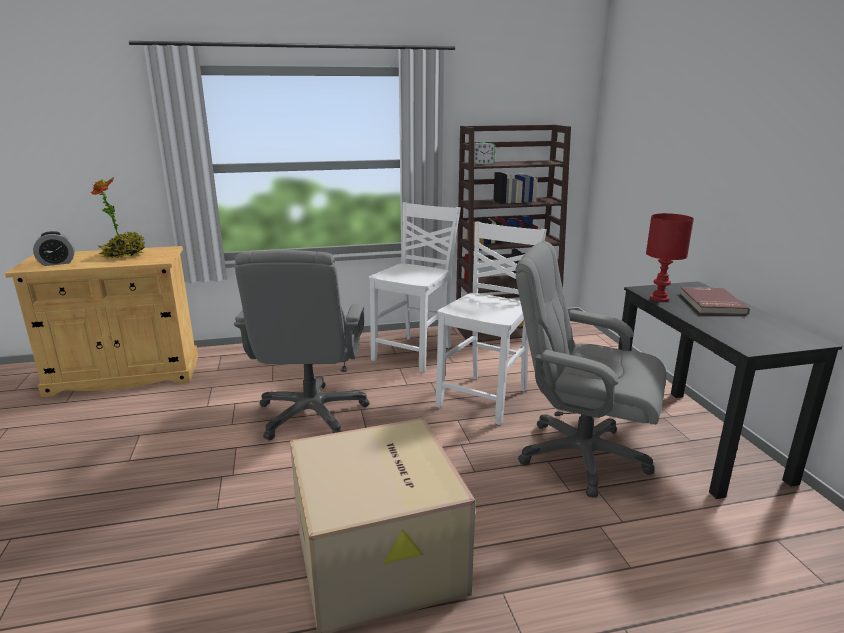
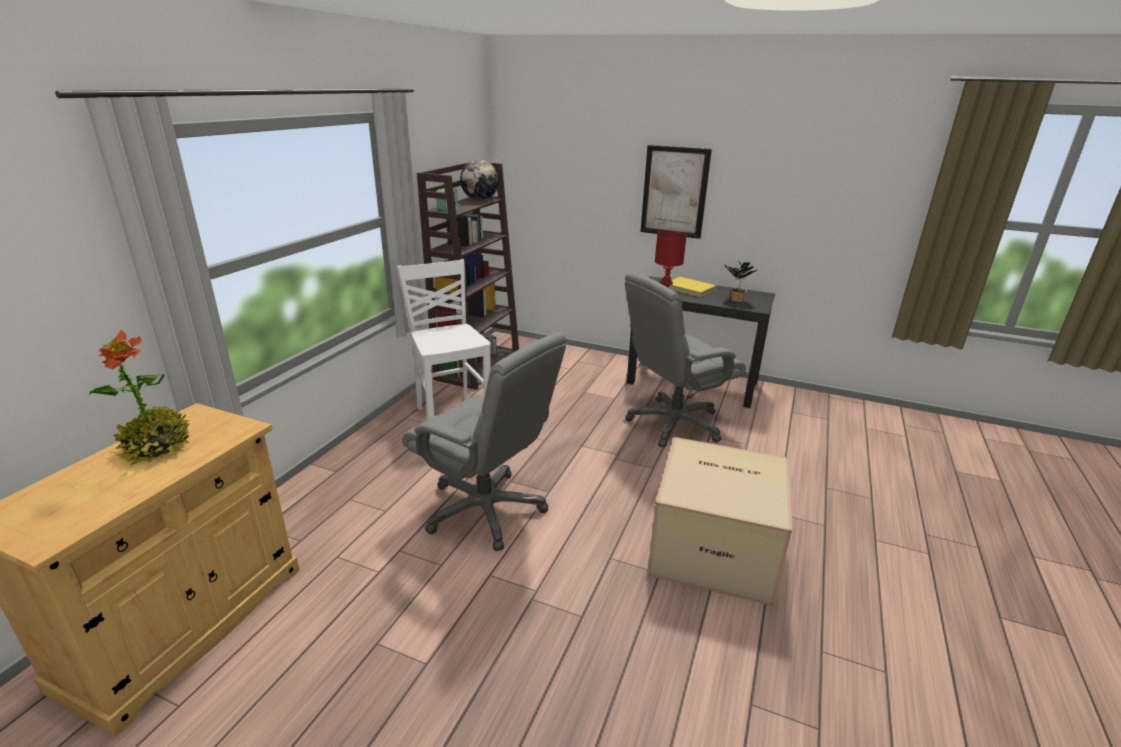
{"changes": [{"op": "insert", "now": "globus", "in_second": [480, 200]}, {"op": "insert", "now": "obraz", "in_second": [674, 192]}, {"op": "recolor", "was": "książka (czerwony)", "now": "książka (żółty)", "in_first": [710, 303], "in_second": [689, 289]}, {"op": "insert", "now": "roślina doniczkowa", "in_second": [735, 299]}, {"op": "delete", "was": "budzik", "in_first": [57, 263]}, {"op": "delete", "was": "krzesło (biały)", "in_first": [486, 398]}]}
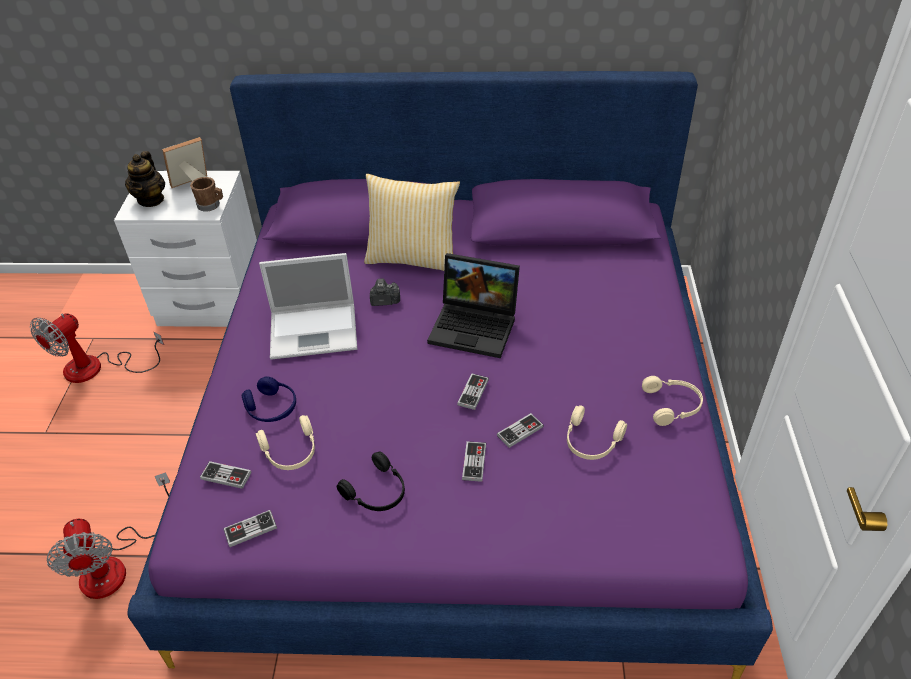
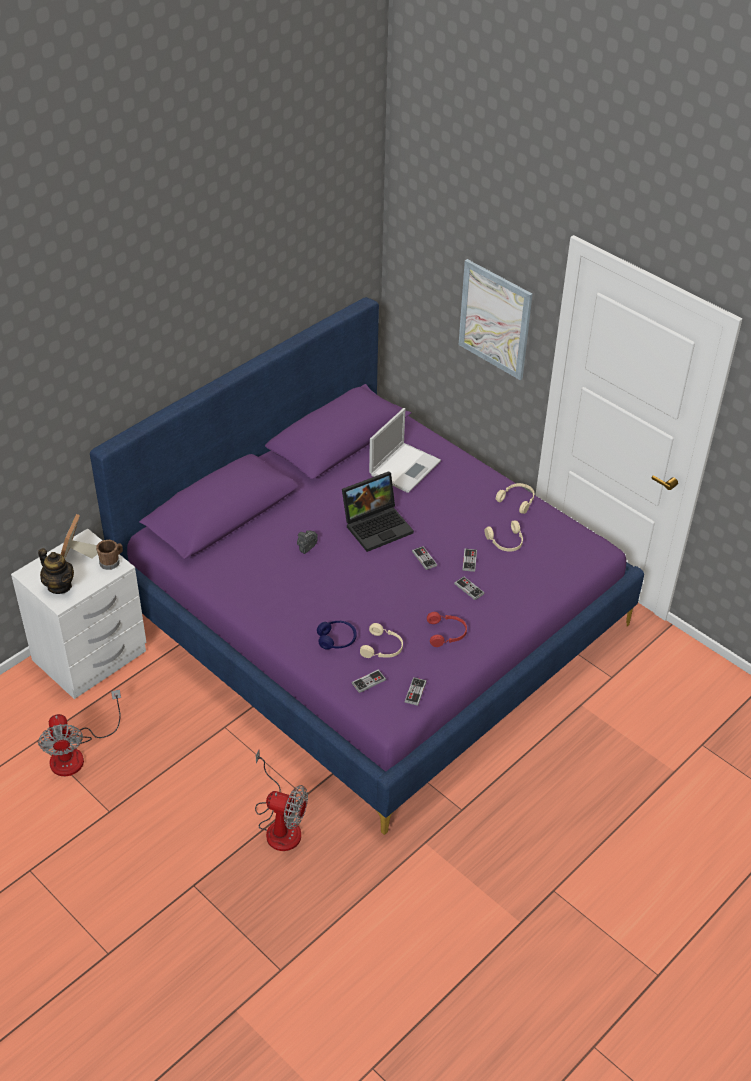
{"changes": [{"op": "move", "was": "laptop", "in_first": [315, 330], "in_second": [405, 467]}, {"op": "recolor", "was": "słuchawki (czarny)", "now": "słuchawki (czerwony)", "in_first": [377, 492], "in_second": [447, 633]}, {"op": "insert", "now": "obraz", "in_second": [495, 319]}, {"op": "delete", "was": "poduszka", "in_first": [413, 258]}]}
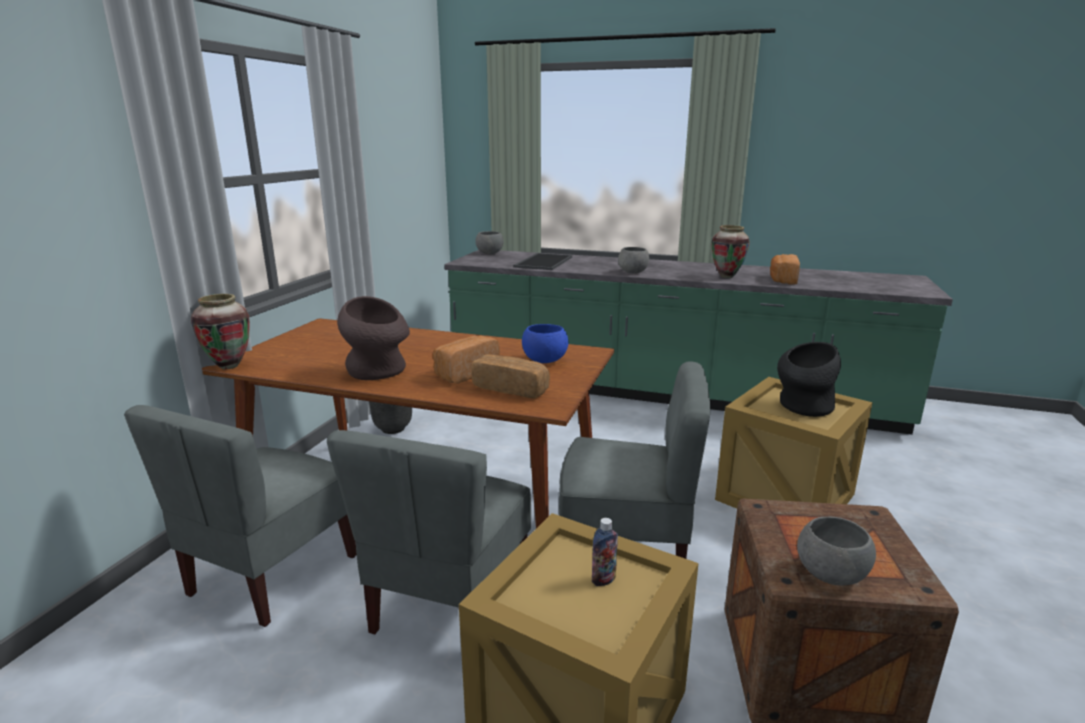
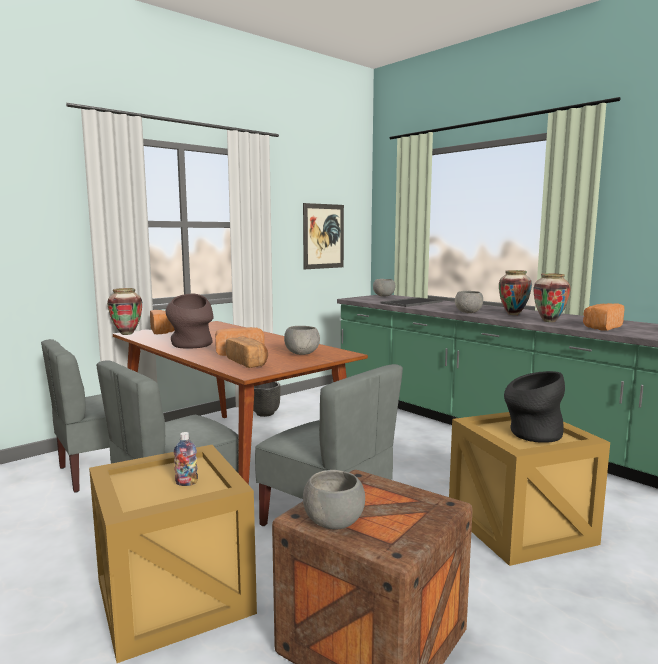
{"changes": [{"op": "insert", "now": "chleb", "in_second": [163, 331]}, {"op": "recolor", "was": "miska (niebieski)", "now": "miska (szary)", "in_first": [544, 360], "in_second": [302, 353]}, {"op": "insert", "now": "obraz", "in_second": [323, 236]}, {"op": "insert", "now": "wazon", "in_second": [513, 314]}]}
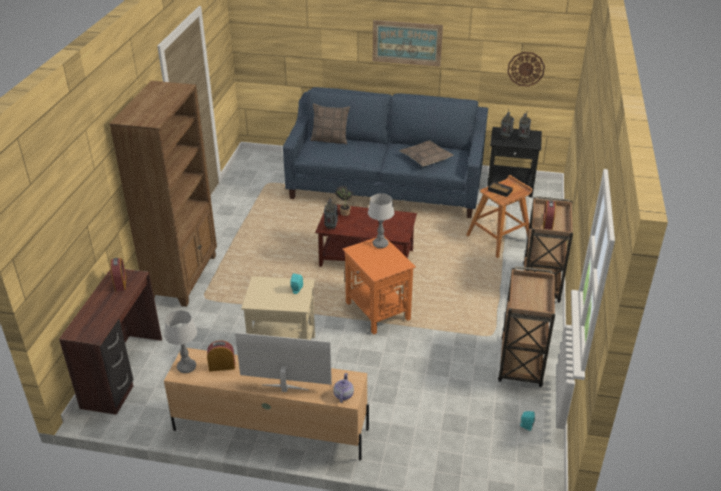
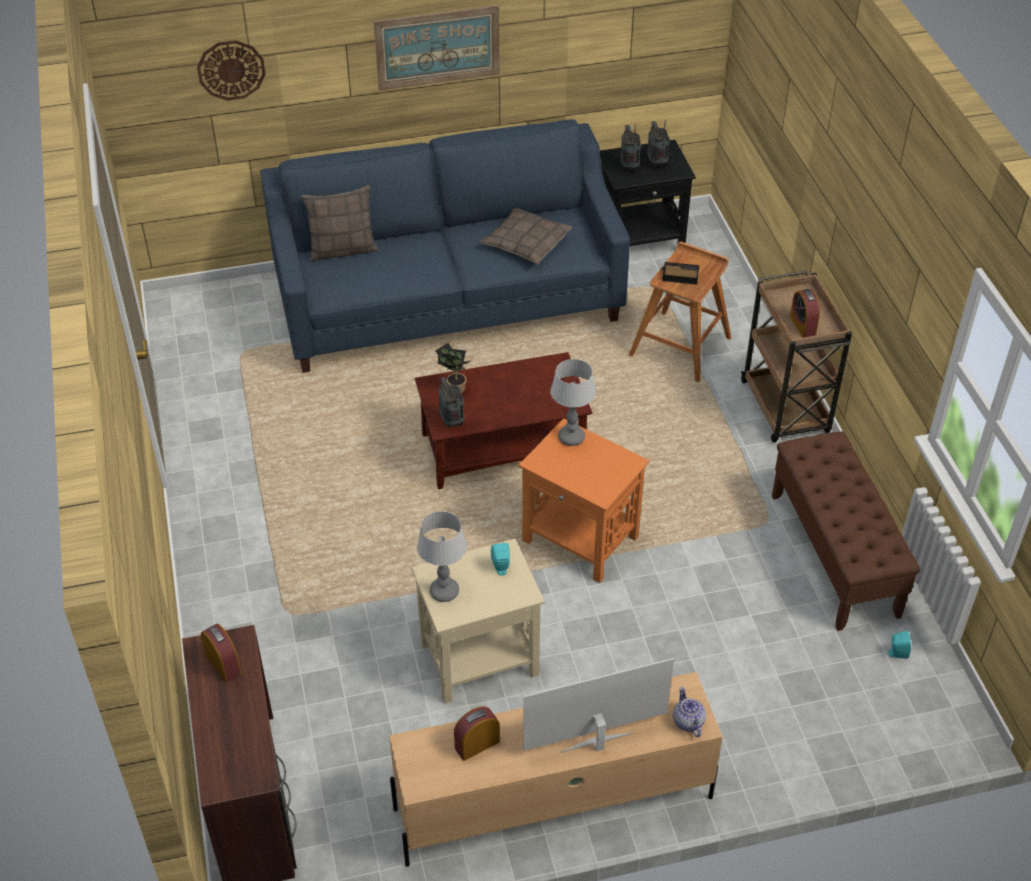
{"changes": [{"op": "move", "was": "zegar ścienny", "in_first": [526, 68], "in_second": [231, 70]}, {"op": "move", "was": "lampa stołowa", "in_first": [186, 367], "in_second": [444, 592]}, {"op": "replace", "was": "wózek (brązowy)", "now": "ławka (brązowy)", "in_first": [521, 364], "in_second": [834, 555]}, {"op": "delete", "was": "regał (brązowy)", "in_first": [183, 277]}]}
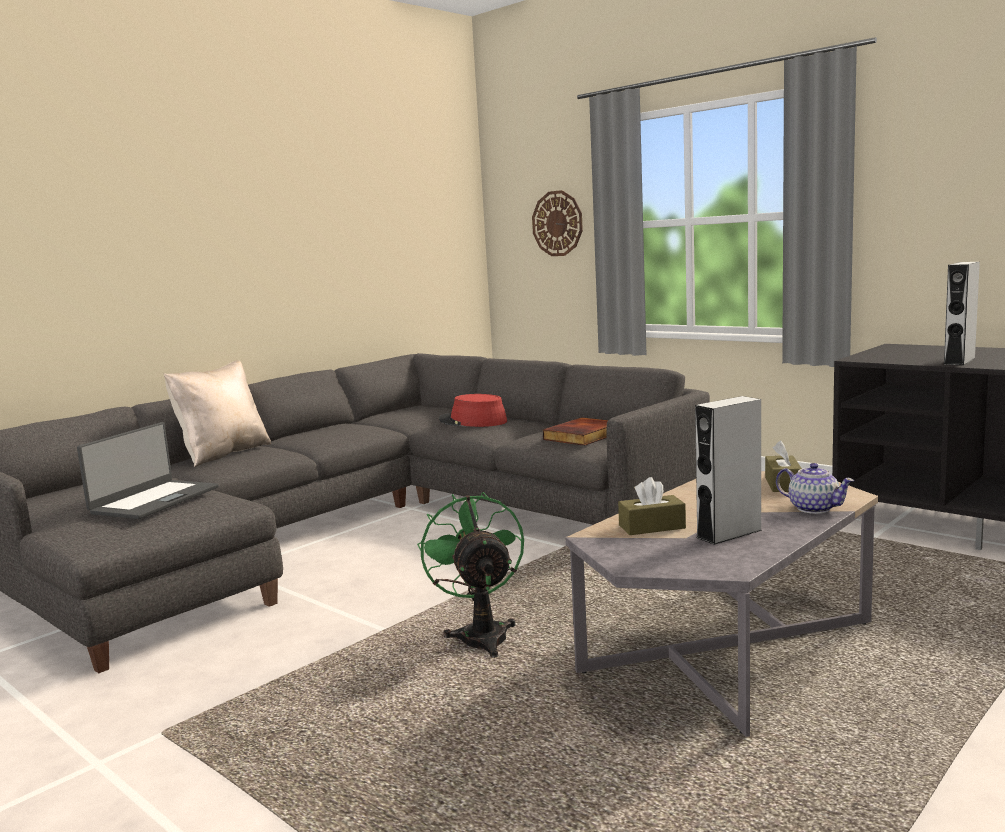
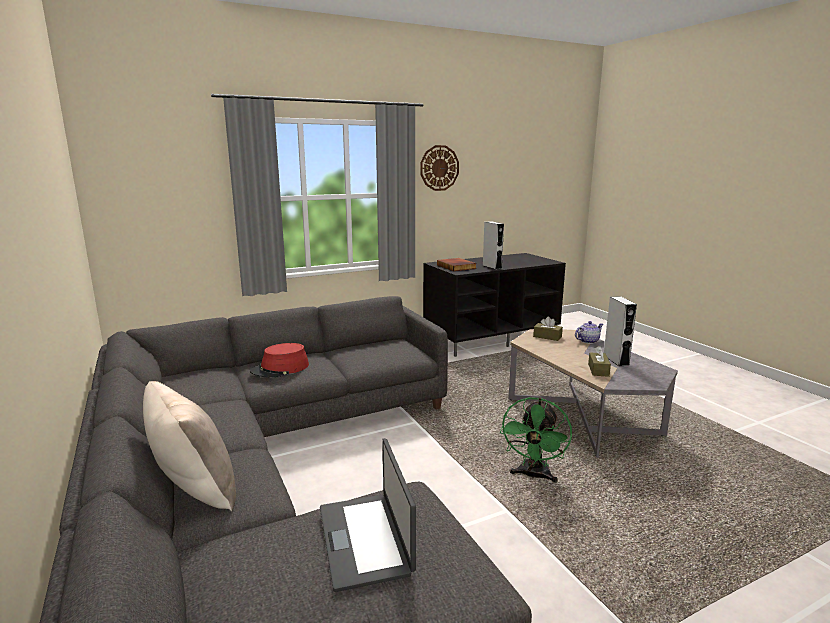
{"changes": [{"op": "rotate", "was": "laptop", "in_first": [154, 500], "in_second": [366, 539], "clockwise": -150}, {"op": "move", "was": "zegar ścienny", "in_first": [557, 223], "in_second": [439, 168]}, {"op": "move", "was": "książka", "in_first": [583, 436], "in_second": [457, 267]}, {"op": "rotate", "was": "wentylator (zielony)", "in_first": [481, 634], "in_second": [533, 476], "clockwise": -75}]}
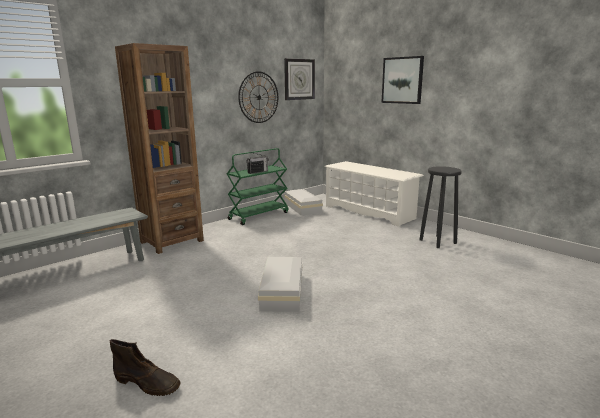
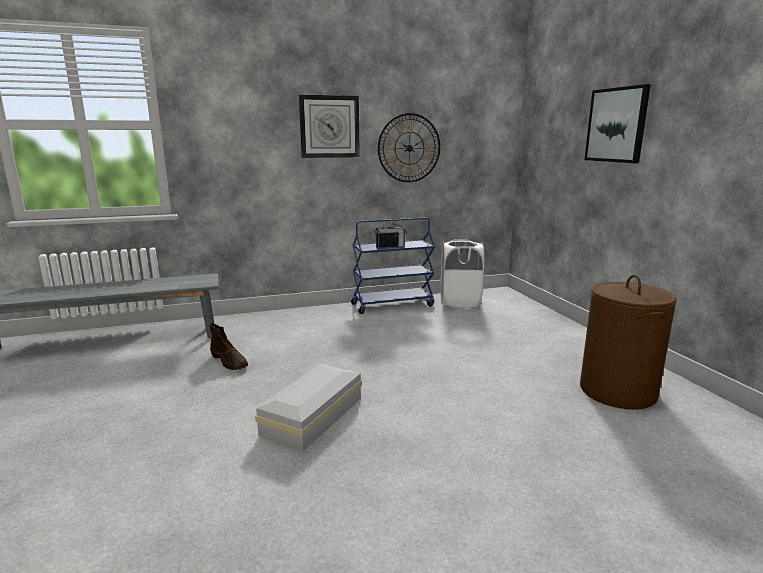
{"changes": [{"op": "move", "was": "but z cholewką (brązowy)", "in_first": [147, 383], "in_second": [229, 361]}, {"op": "move", "was": "zegar ścienny", "in_first": [299, 79], "in_second": [329, 127]}, {"op": "recolor", "was": "wózek (zielony)", "now": "wózek (niebieski)", "in_first": [259, 215], "in_second": [392, 304]}, {"op": "replace", "was": "pojemnik do przechowywania (biały)", "now": "kosz na pranie (biały)", "in_first": [303, 207], "in_second": [460, 302]}, {"op": "replace", "was": "stołek (czarny)", "now": "kosz na pranie (brązowy)", "in_first": [437, 241], "in_second": [617, 391]}, {"op": "delete", "was": "regał (brązowy)", "in_first": [172, 241]}, {"op": "delete", "was": "regał na buty (biały)", "in_first": [369, 212]}]}
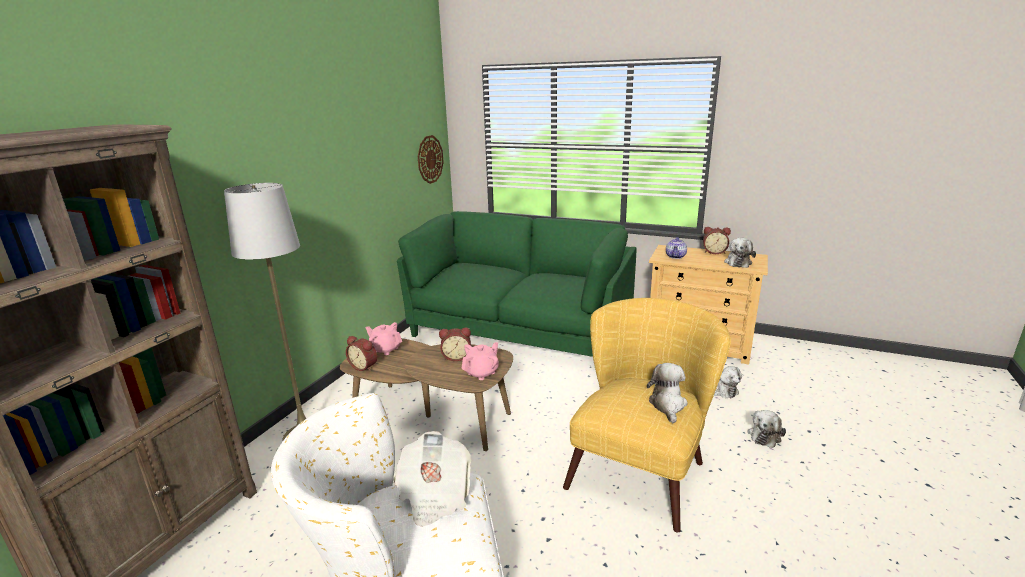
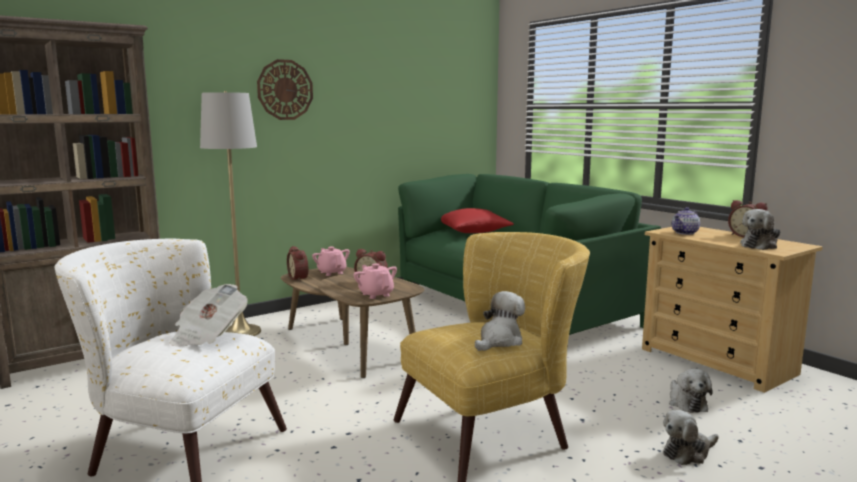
{"changes": [{"op": "move", "was": "zegar ścienny", "in_first": [430, 159], "in_second": [285, 90]}, {"op": "rotate", "was": "imbryk (różowy)", "in_first": [482, 373], "in_second": [376, 294], "clockwise": -105}, {"op": "insert", "now": "poduszka (czerwony)", "in_second": [473, 231]}]}
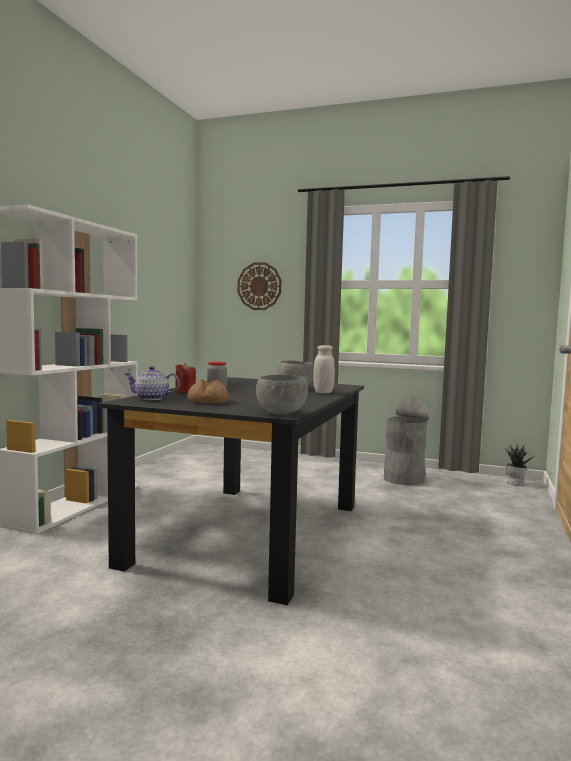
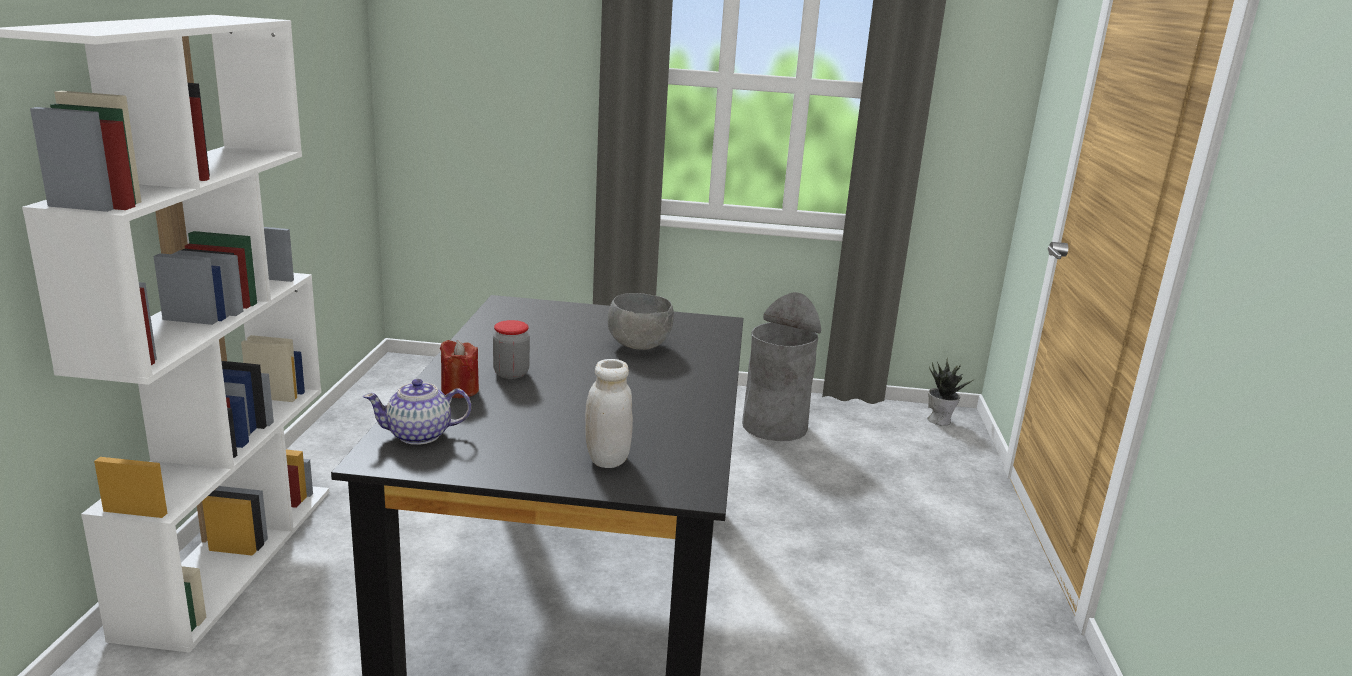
{"changes": [{"op": "move", "was": "słoik (biały)", "in_first": [323, 392], "in_second": [607, 459]}, {"op": "delete", "was": "chleb", "in_first": [208, 401]}, {"op": "delete", "was": "zegar ścienny", "in_first": [259, 286]}, {"op": "delete", "was": "miska (szary)", "in_first": [282, 413]}]}
